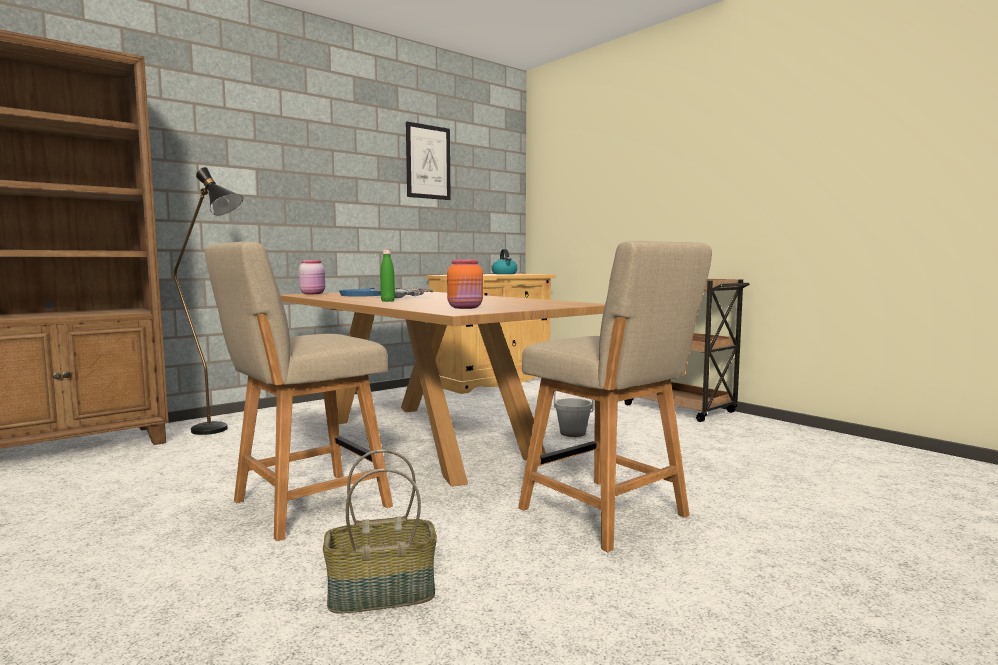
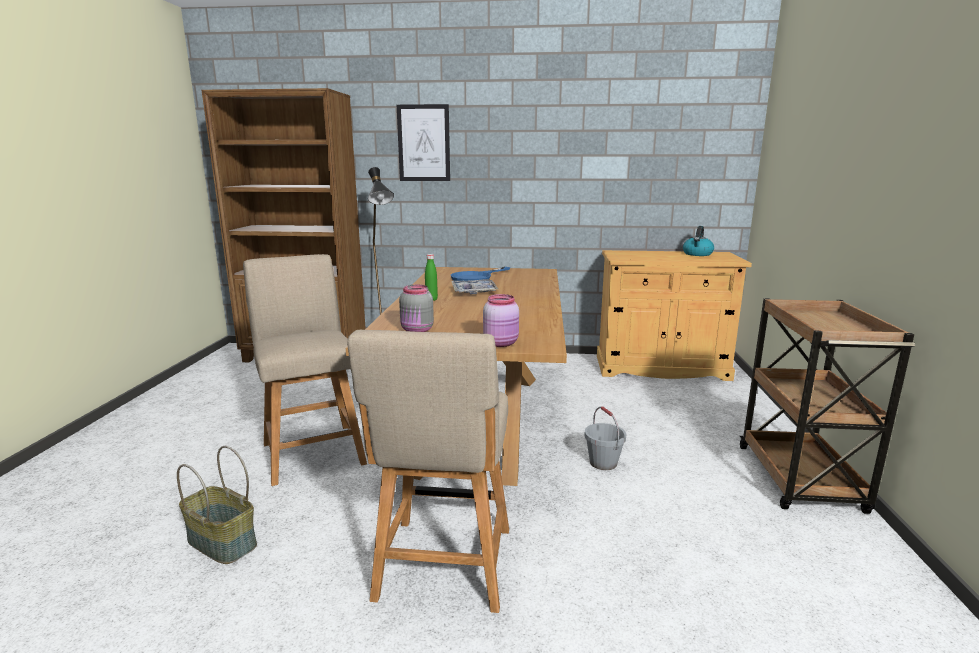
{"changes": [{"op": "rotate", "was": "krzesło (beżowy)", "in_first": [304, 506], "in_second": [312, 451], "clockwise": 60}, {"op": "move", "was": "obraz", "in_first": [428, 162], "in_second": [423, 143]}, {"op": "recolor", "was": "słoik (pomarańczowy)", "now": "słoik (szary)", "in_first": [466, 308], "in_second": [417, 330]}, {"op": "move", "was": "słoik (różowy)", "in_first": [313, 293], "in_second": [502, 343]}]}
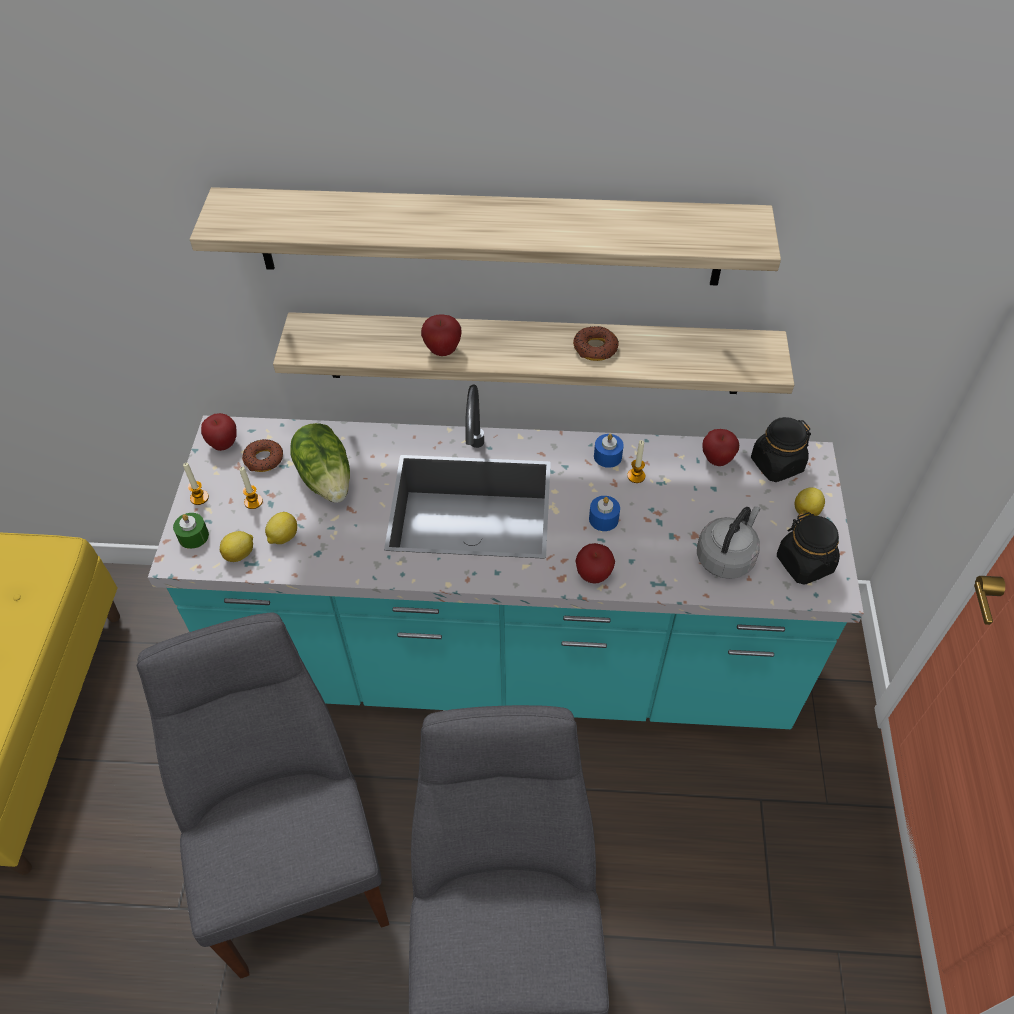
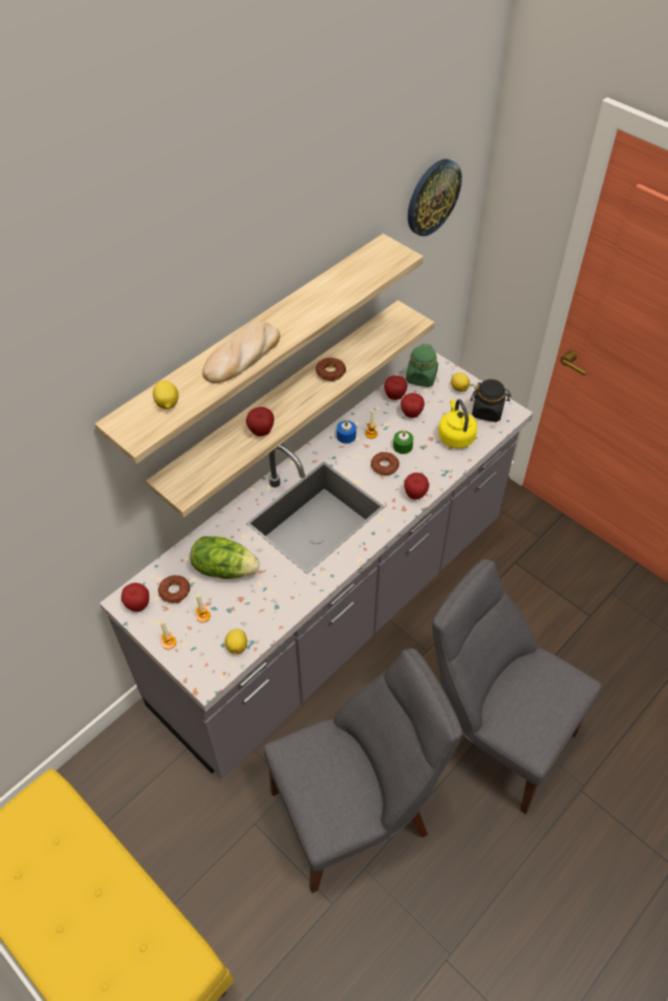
{"changes": [{"op": "recolor", "was": "zabudowa kuchenna (turkusowy)", "now": "zabudowa kuchenna (szary)", "in_first": [508, 661], "in_second": [334, 613]}, {"op": "move", "was": "cytryna", "in_first": [283, 537], "in_second": [167, 404]}, {"op": "insert", "now": "chleb", "in_second": [242, 356]}, {"op": "rotate", "was": "krzesło (szary)", "in_first": [296, 855], "in_second": [356, 811], "clockwise": 135}, {"op": "replace", "was": "świeca (niebieski)", "now": "donut", "in_first": [603, 519], "in_second": [384, 466]}, {"op": "move", "was": "świeca (zielony)", "in_first": [193, 536], "in_second": [402, 446]}, {"op": "insert", "now": "jabłko", "in_second": [411, 414]}, {"op": "recolor", "was": "słoik (czarny)", "now": "słoik (zielony)", "in_first": [776, 465], "in_second": [421, 377]}, {"op": "insert", "now": "zegar ścienny", "in_second": [432, 197]}, {"op": "recolor", "was": "czajnik (szary)", "now": "czajnik (żółty)", "in_first": [726, 556], "in_second": [455, 436]}]}
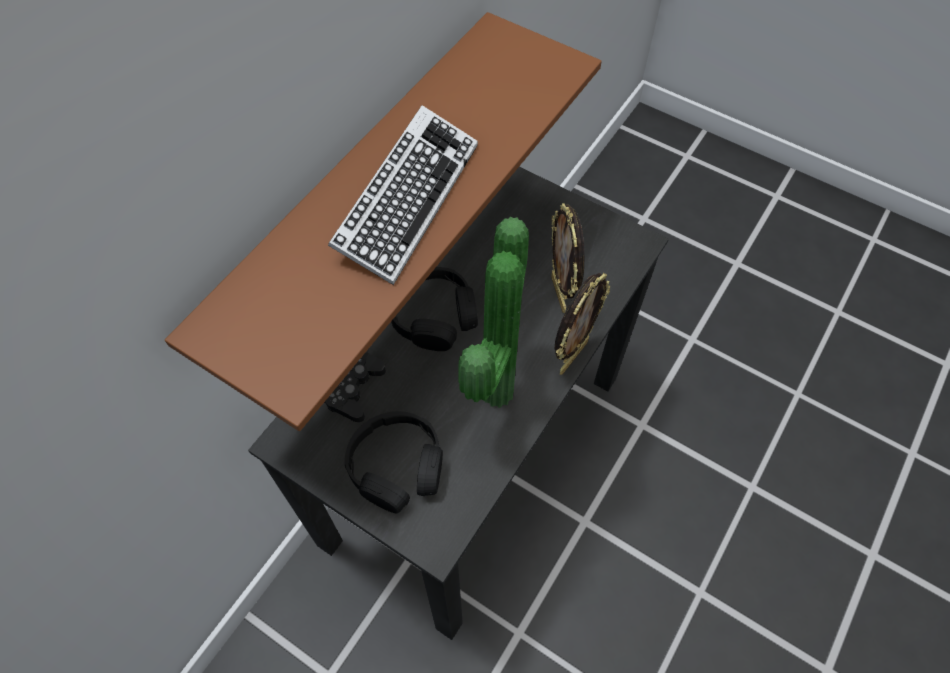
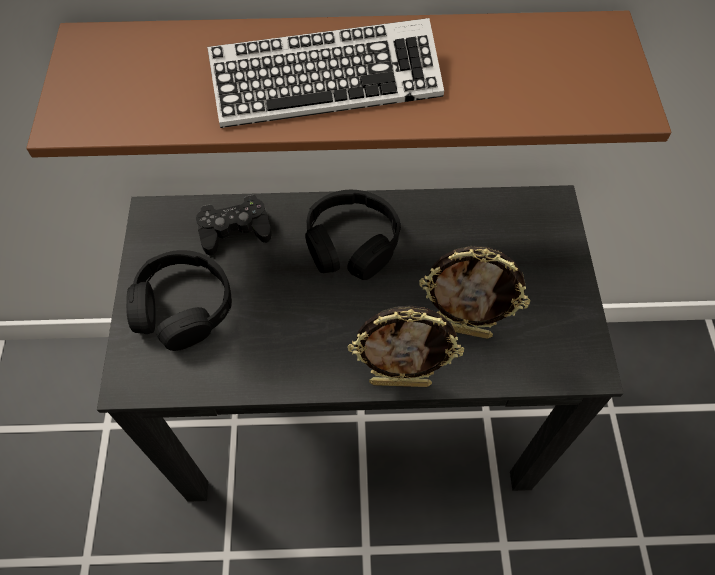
{"changes": [{"op": "rotate", "was": "ramka na zdjęcie", "in_first": [560, 294], "in_second": [462, 330], "clockwise": -120}, {"op": "delete", "was": "roślina doniczkowa", "in_first": [491, 392]}]}
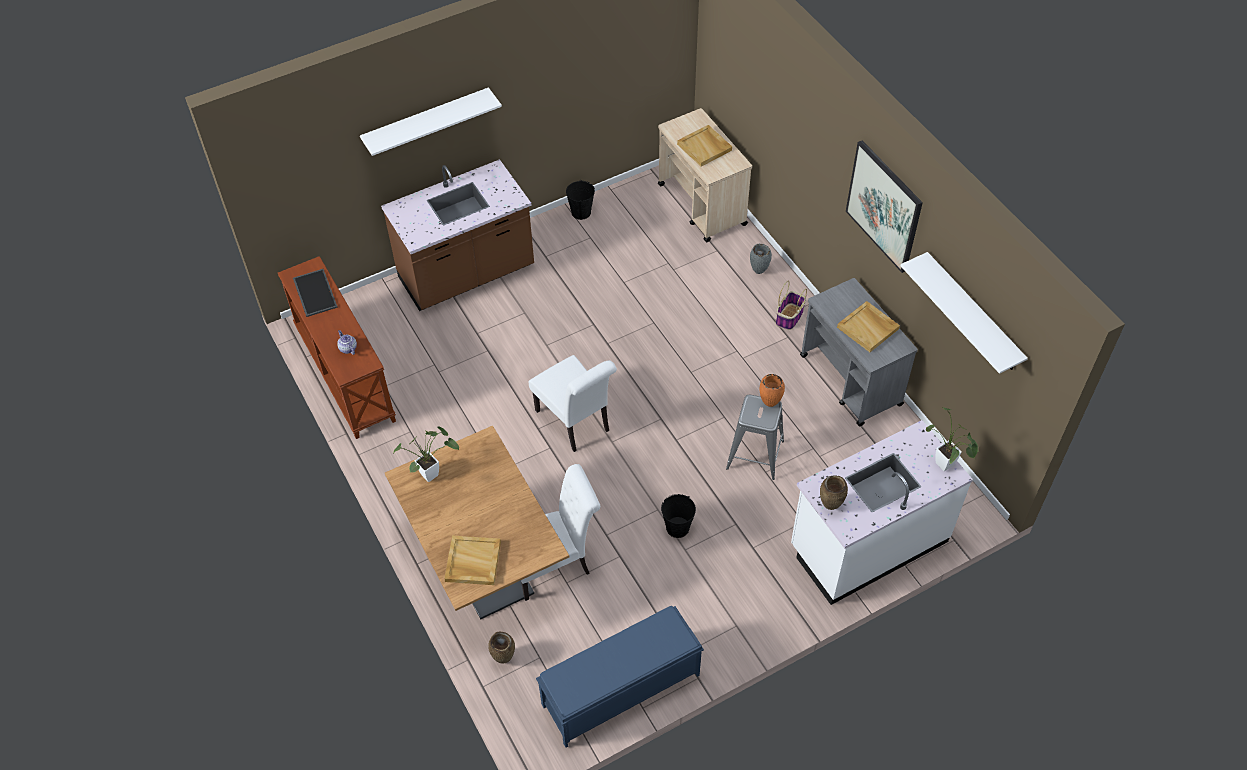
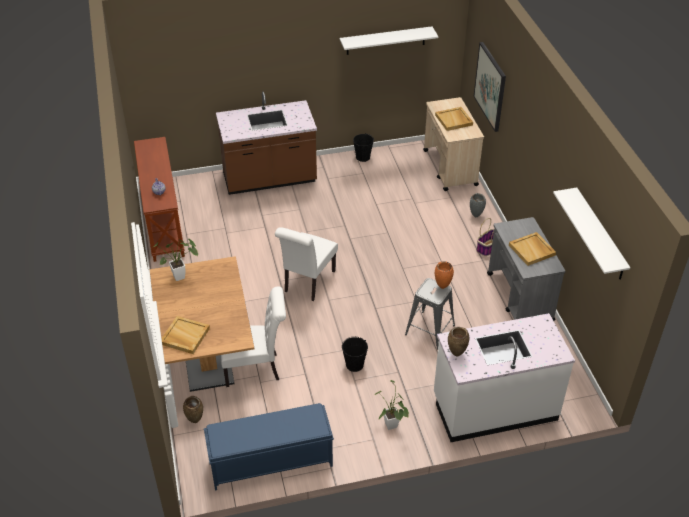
{"changes": [{"op": "rotate", "was": "krzesło (biały)", "in_first": [575, 423], "in_second": [307, 283], "clockwise": 45}, {"op": "move", "was": "półka (biały)", "in_first": [426, 121], "in_second": [386, 40]}, {"op": "move", "was": "roślina doniczkowa", "in_first": [947, 467], "in_second": [391, 427]}, {"op": "move", "was": "obraz", "in_first": [884, 206], "in_second": [490, 86]}, {"op": "delete", "was": "taca", "in_first": [314, 293]}]}
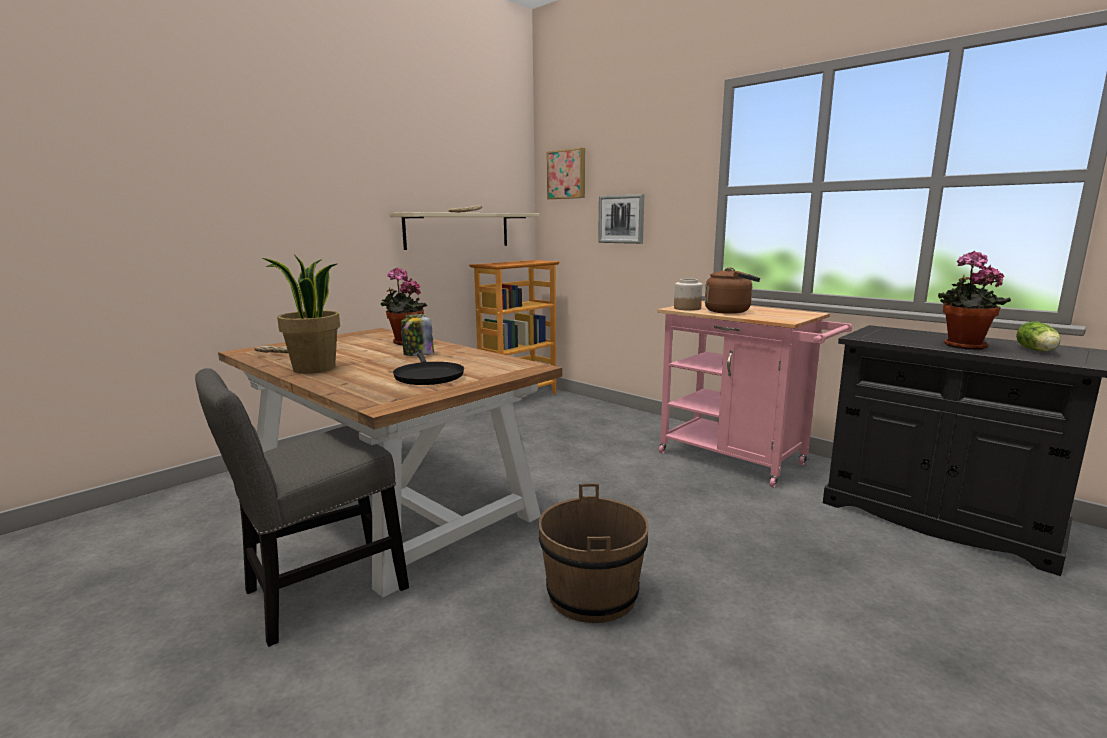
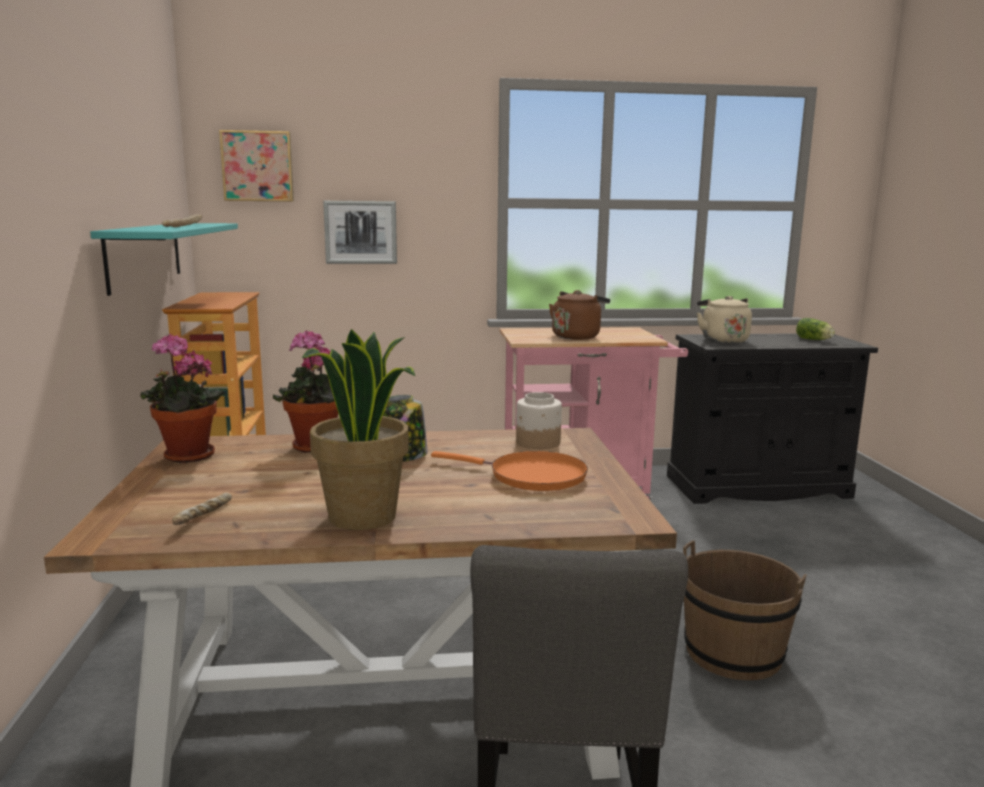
{"changes": [{"op": "recolor", "was": "półka (beżowy)", "now": "półka (turkusowy)", "in_first": [458, 230], "in_second": [144, 254]}, {"op": "move", "was": "roślina doniczkowa", "in_first": [962, 346], "in_second": [185, 457]}, {"op": "recolor", "was": "patelnia (czarny)", "now": "patelnia (pomarańczowy)", "in_first": [428, 376], "in_second": [531, 476]}, {"op": "move", "was": "słoik", "in_first": [687, 308], "in_second": [538, 442]}, {"op": "insert", "now": "czajnik (beżowy)", "in_second": [722, 340]}]}
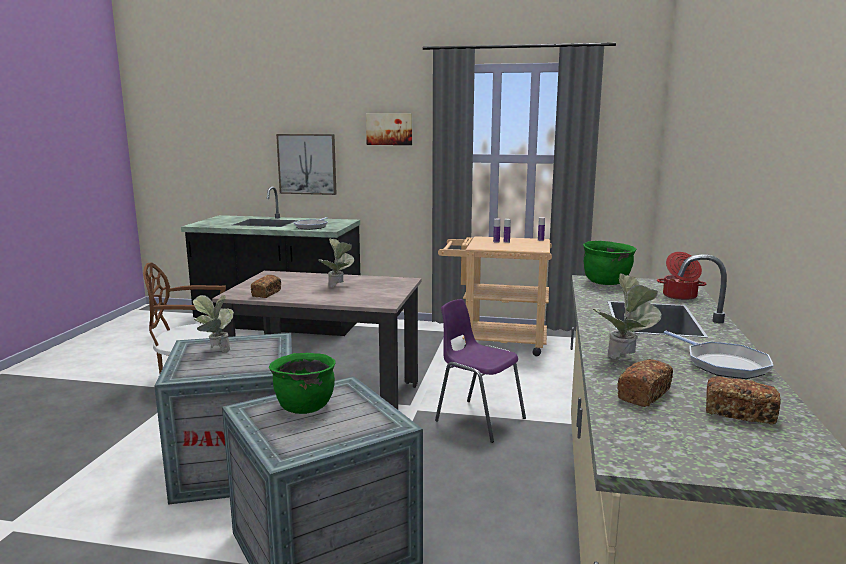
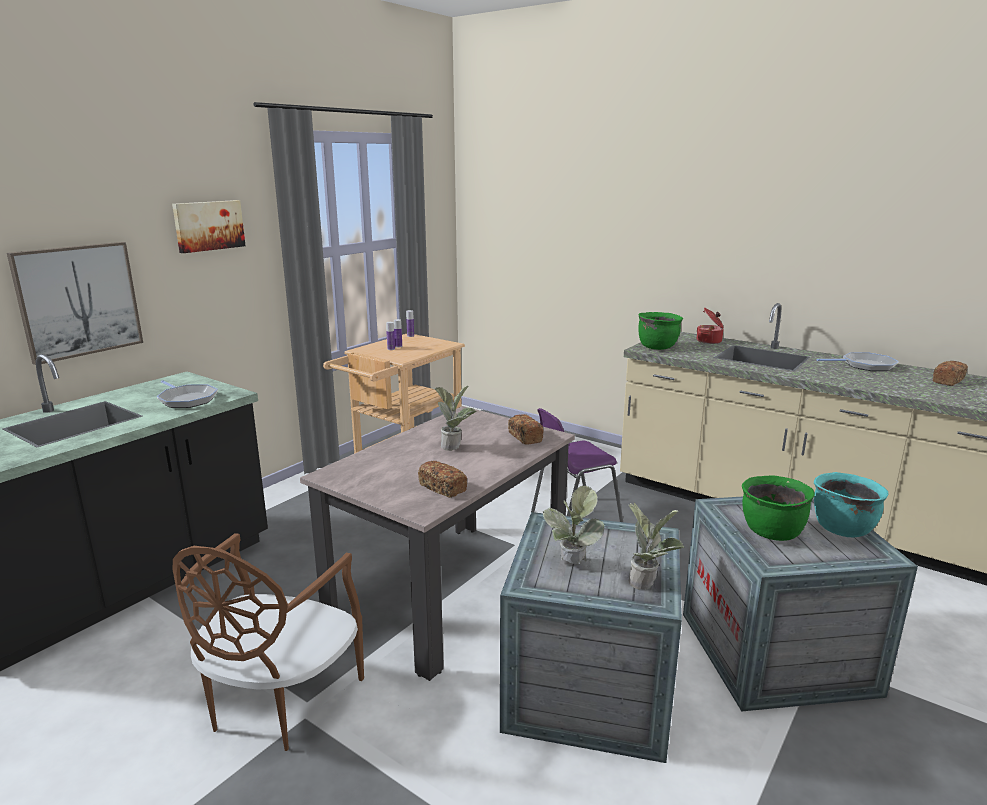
{"changes": [{"op": "move", "was": "chleb", "in_first": [643, 394], "in_second": [525, 437]}, {"op": "move", "was": "roślina doniczkowa", "in_first": [625, 359], "in_second": [648, 583]}, {"op": "insert", "now": "garnek (turkusowy)", "in_second": [842, 528]}]}
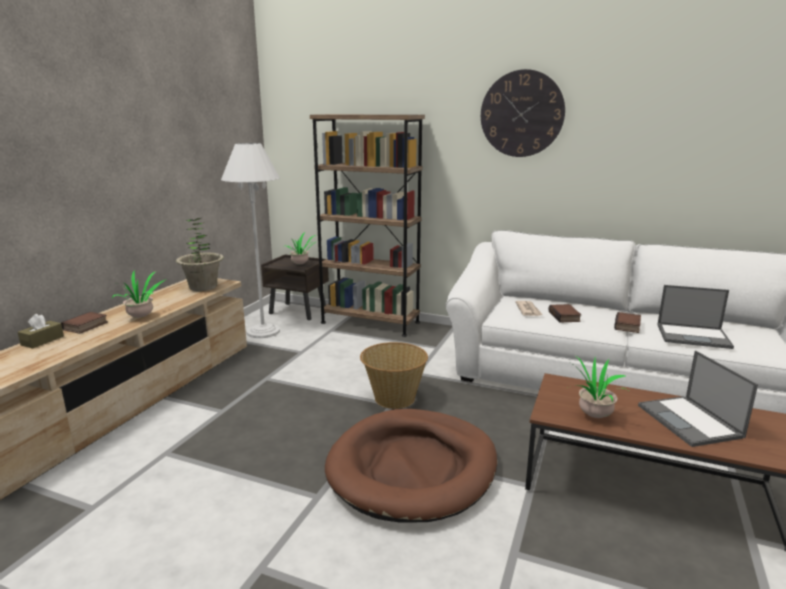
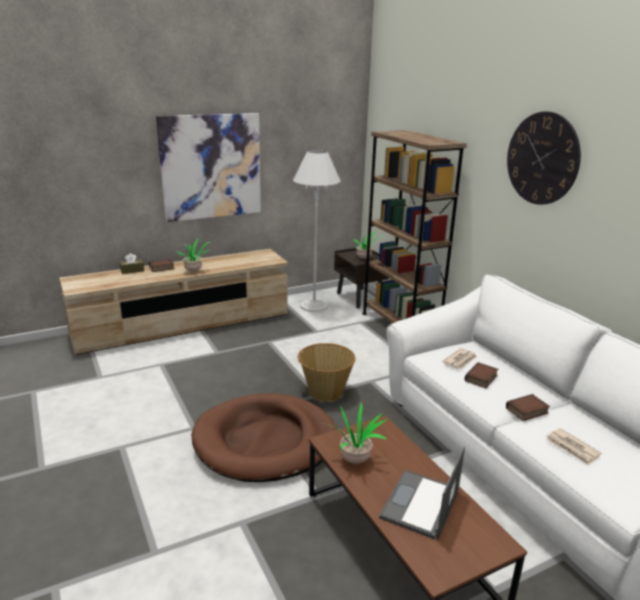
{"changes": [{"op": "insert", "now": "obraz", "in_second": [211, 167]}, {"op": "replace", "was": "laptop", "now": "gazeta", "in_first": [694, 336], "in_second": [572, 448]}, {"op": "delete", "was": "roślina doniczkowa", "in_first": [203, 287]}]}
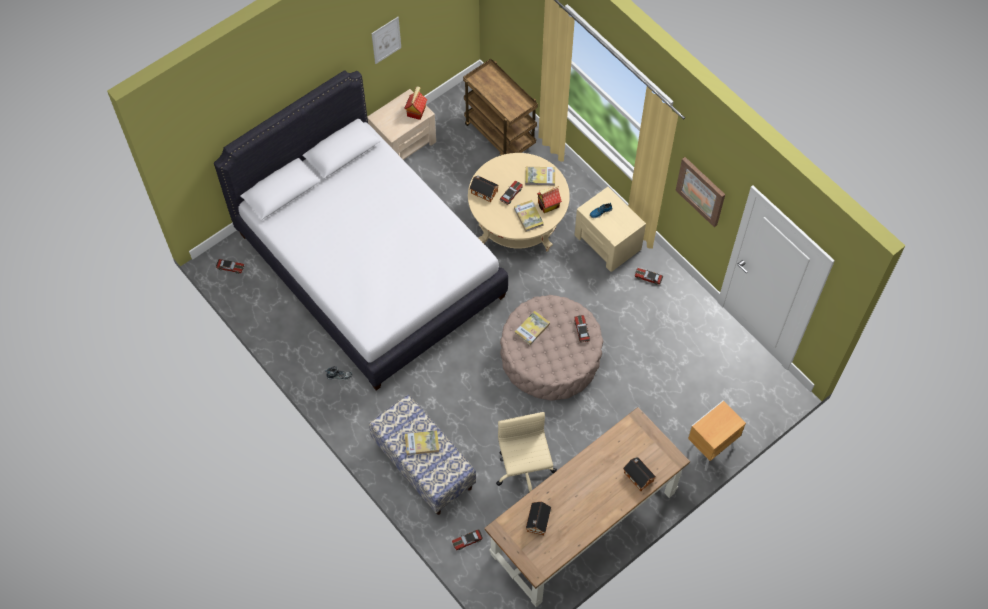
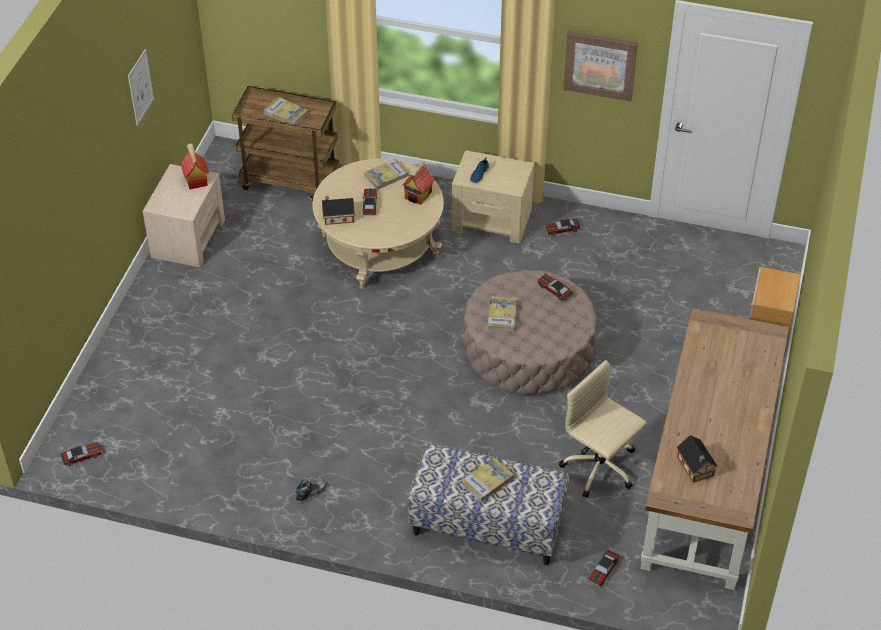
{"changes": [{"op": "move", "was": "książka", "in_first": [528, 216], "in_second": [286, 113]}, {"op": "delete", "was": "łóżko (biały)", "in_first": [370, 265]}, {"op": "delete", "was": "domek", "in_first": [638, 476]}]}
